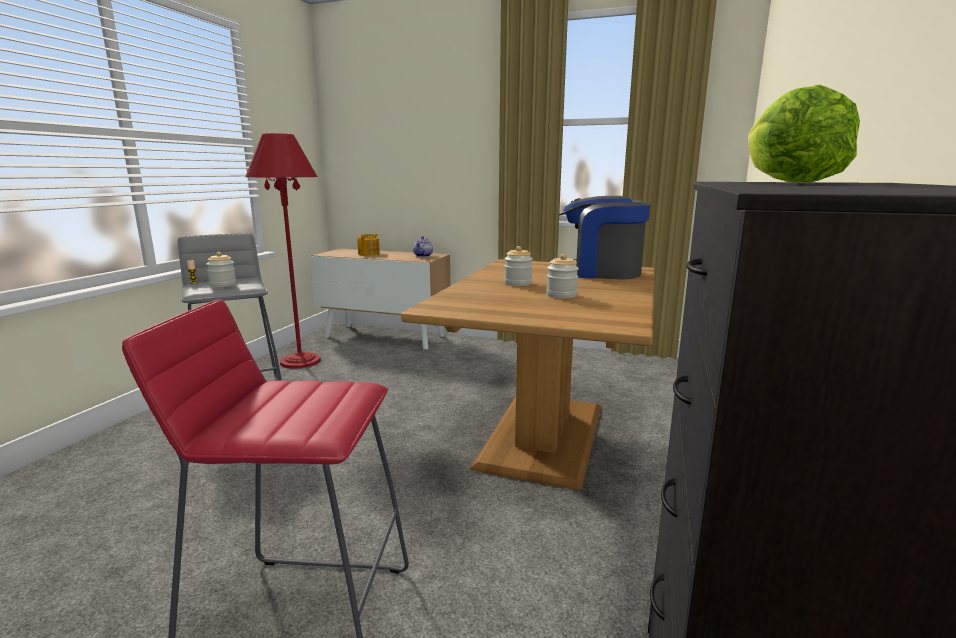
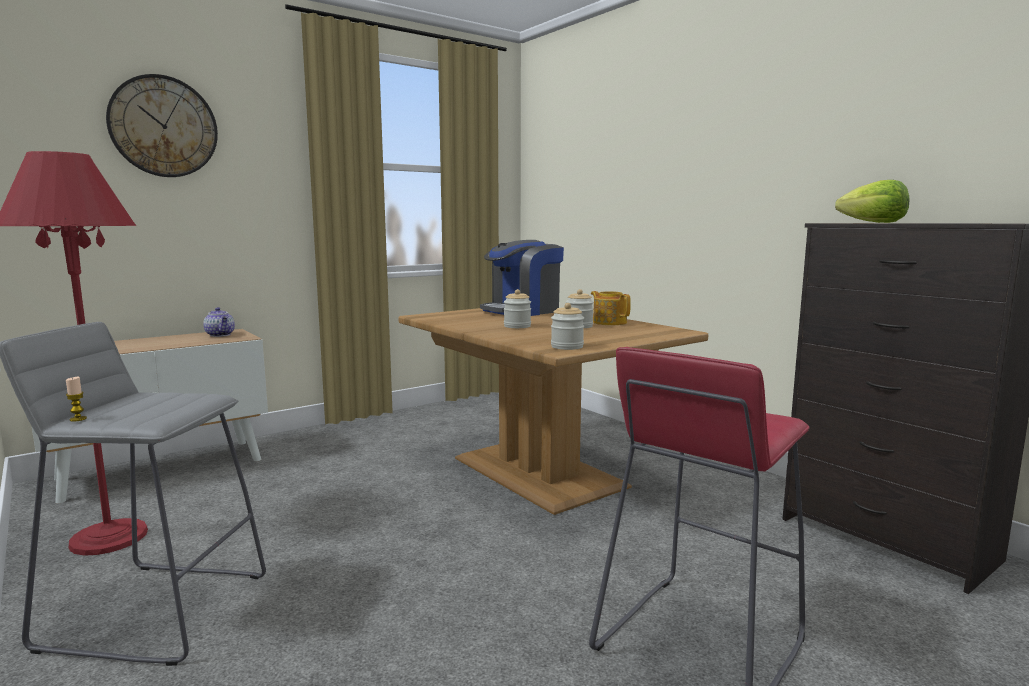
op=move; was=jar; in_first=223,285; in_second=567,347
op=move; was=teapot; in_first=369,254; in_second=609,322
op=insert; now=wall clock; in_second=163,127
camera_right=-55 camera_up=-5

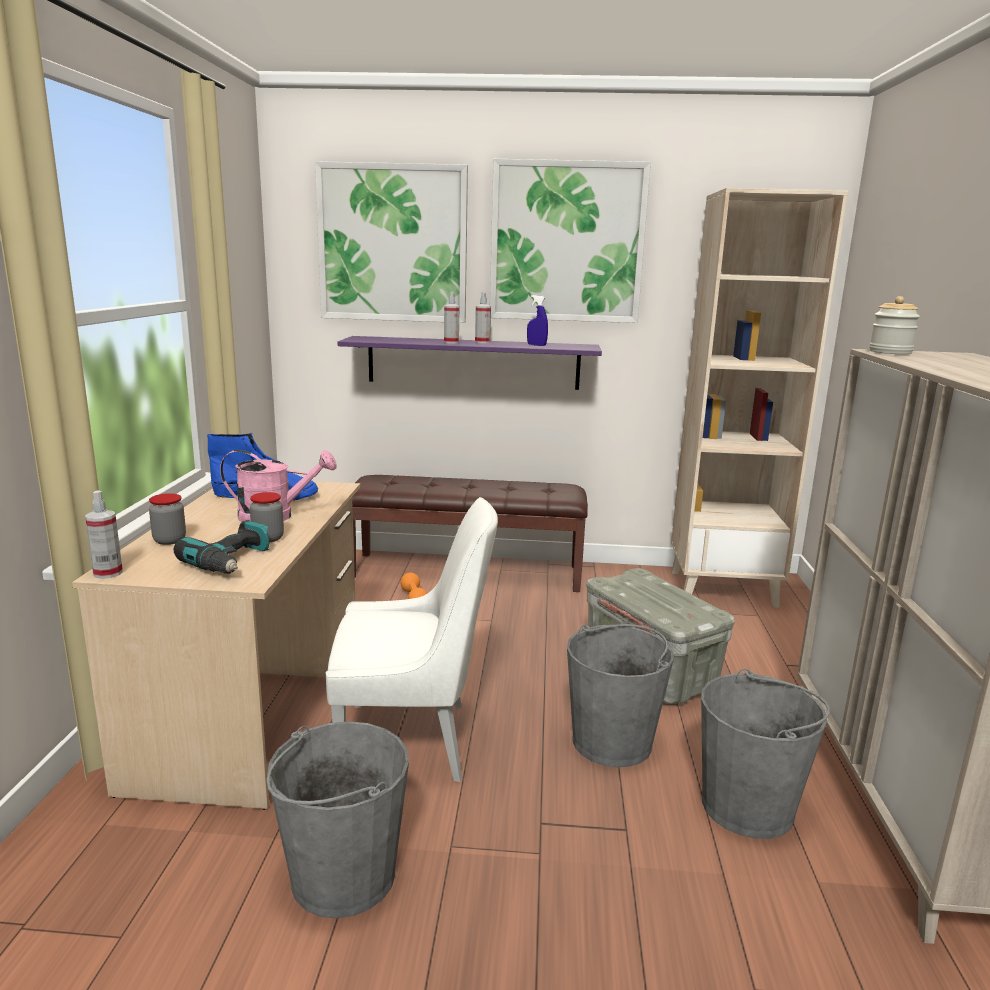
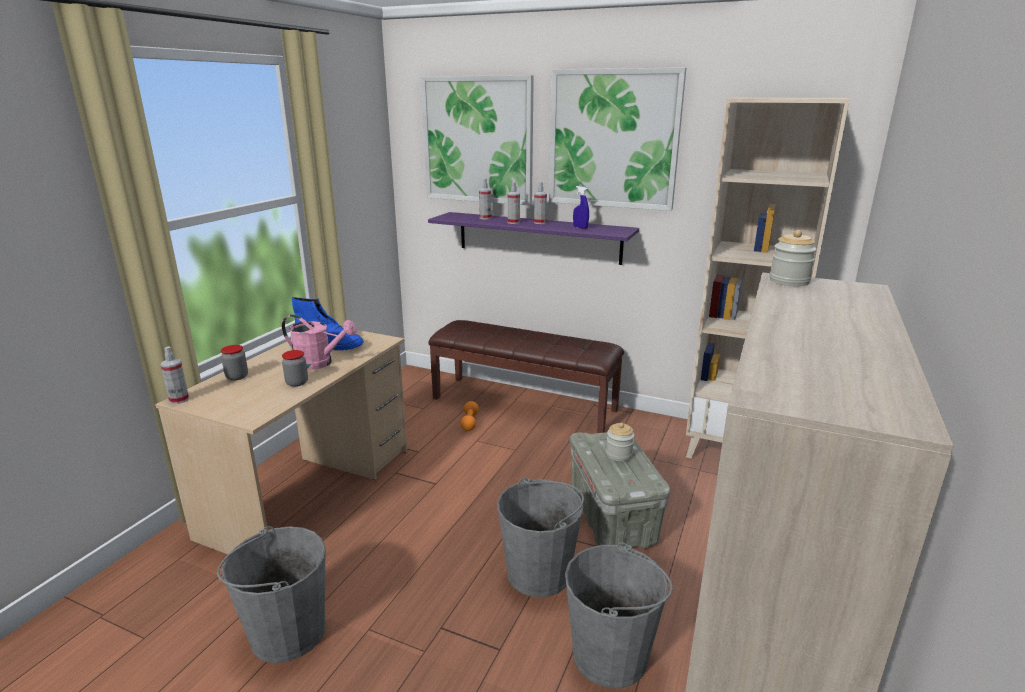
op=delete; was=power drill; in_first=232,562
op=delete; was=white chair; in_first=411,741
op=insert; now=spray bottle; in_second=485,218
op=insert; now=jar; in_second=619,454
camera_right=20 camera_up=5

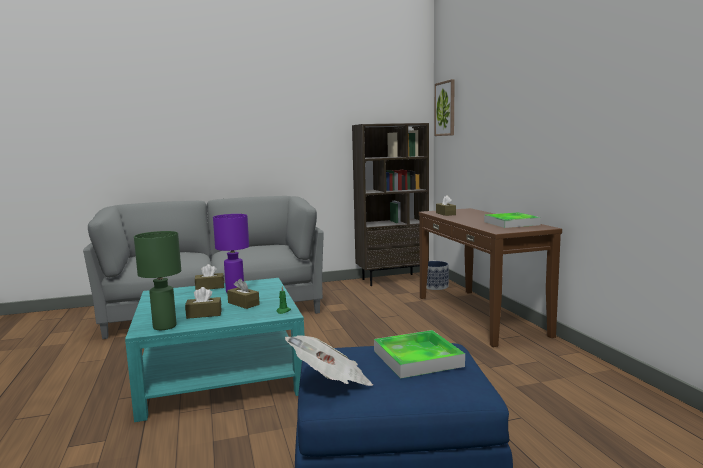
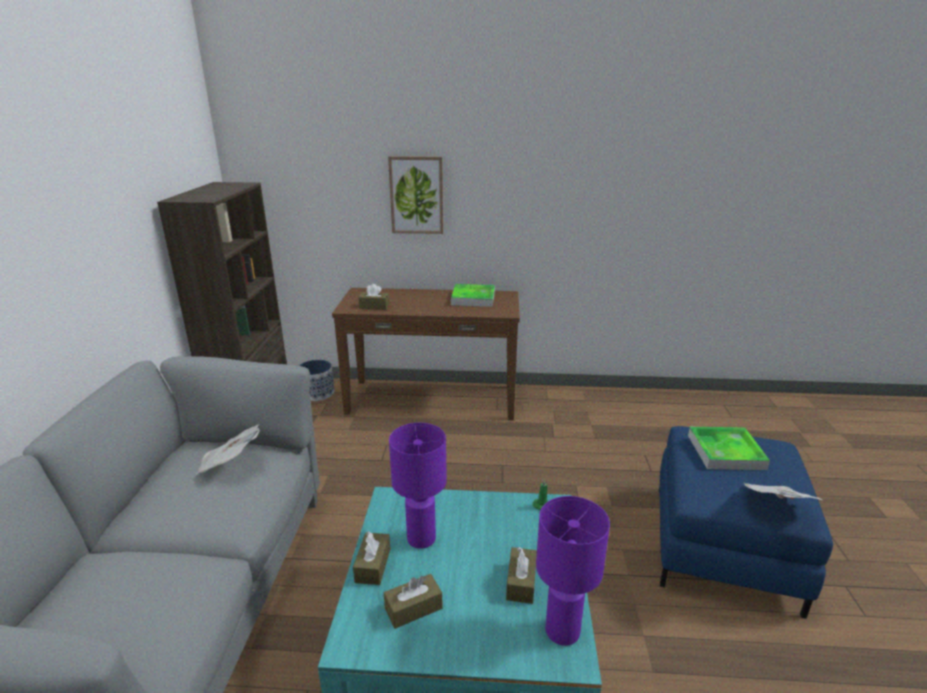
op=recolor; was=green table lamp; now=purple table lamp; in_first=164,326; in_second=561,631
op=move; was=brown tissue box; in_first=243,304; in_second=413,608
op=move; was=picture; in_first=445,108; in_second=416,195
op=insert; now=newspaper; in_second=230,464
camera_right=-70 camera_up=15

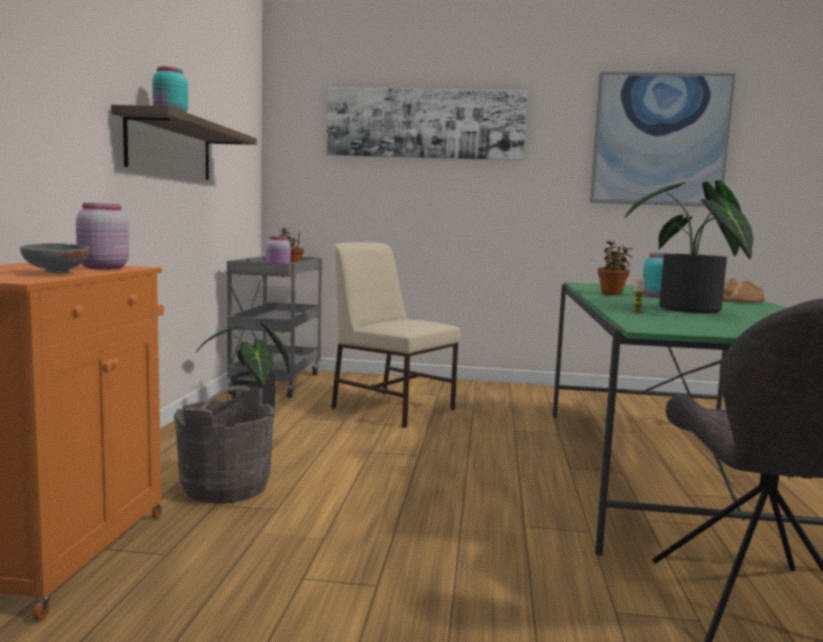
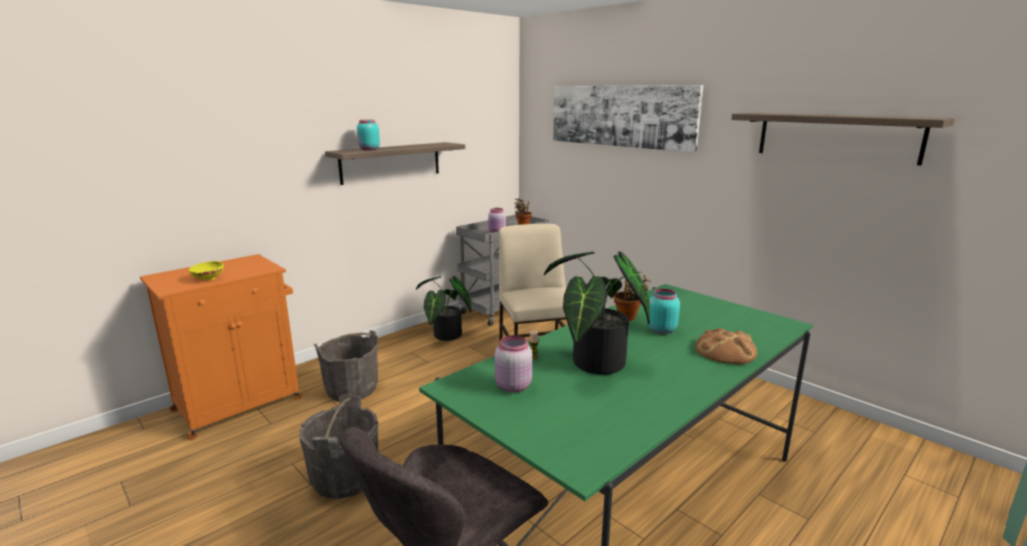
op=recolor; was=grey bowl; now=yellow bowl; in_first=55,273; in_second=207,279
op=move; was=pink jar; in_first=102,268; in_second=512,386
op=replace; was=picture; now=shelf; in_first=659,140; in_second=836,137
op=insert; now=grey bucket; in_second=345,477
camera_right=40 camera_up=10

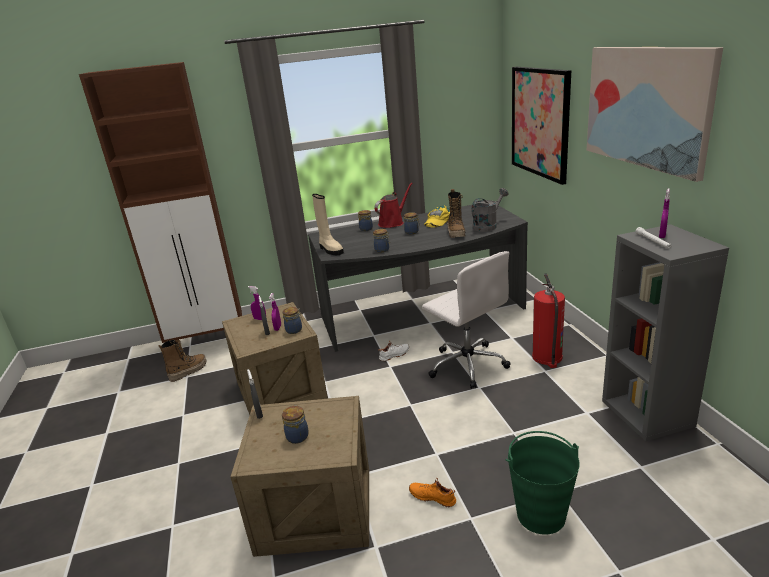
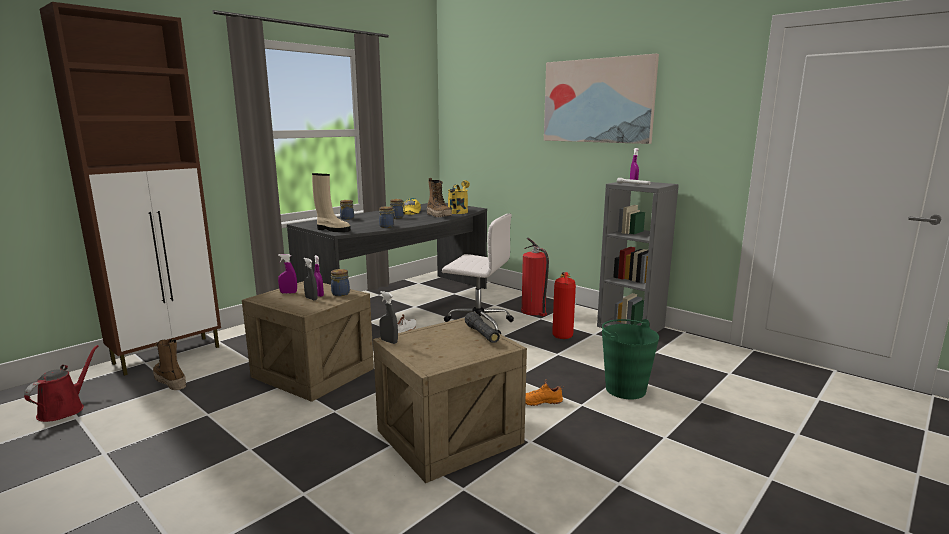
op=rotate; was=boot; in_first=188,371; in_second=170,381; clockwise=-60
op=delete; was=jar; in_first=298,436
op=move; was=red watering can; in_first=392,222; in_second=64,409
op=recolor; was=grey watering can; now=yellow watering can; in_first=487,226; in_second=458,211
op=delete; was=picture; in_first=540,122
op=insert; now=black flashlight; in_second=482,334
op=insert; now=fire extinguisher; in_second=562,331
camera_right=-35 camera_up=-10

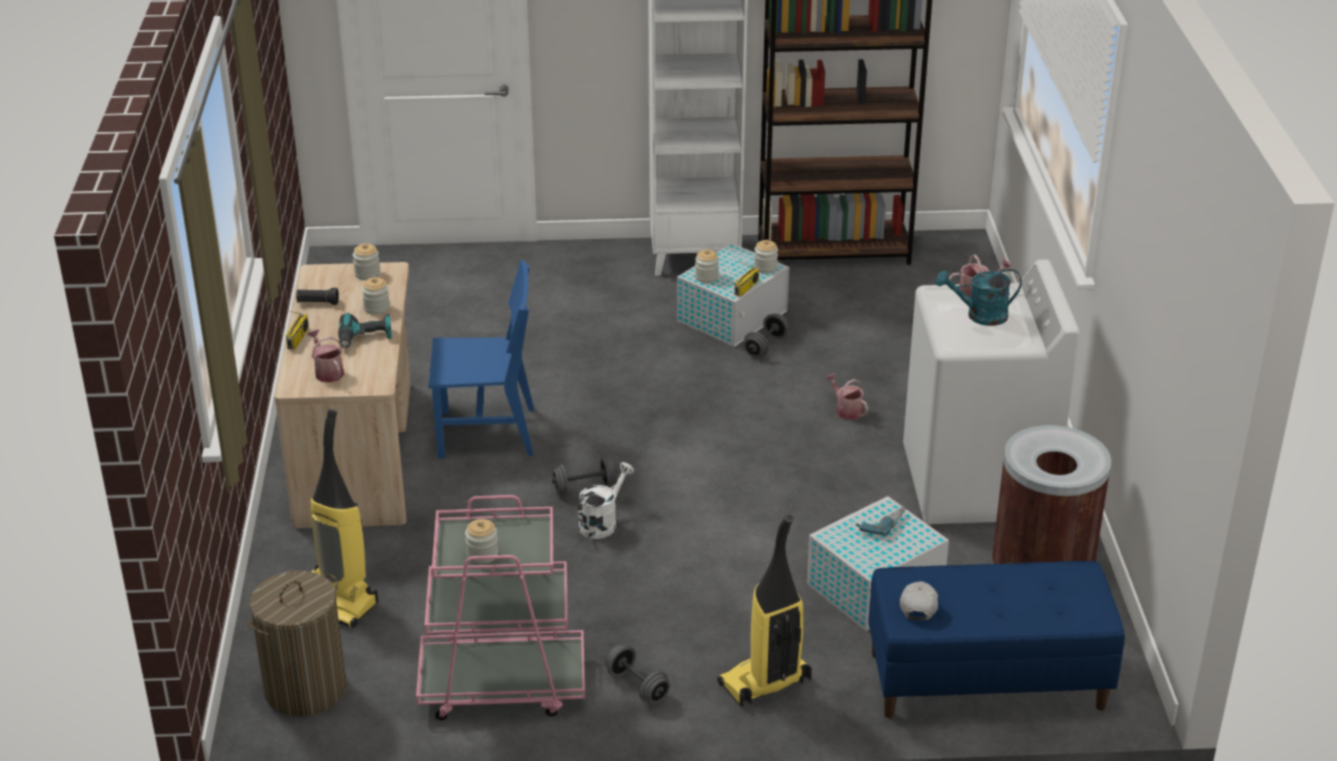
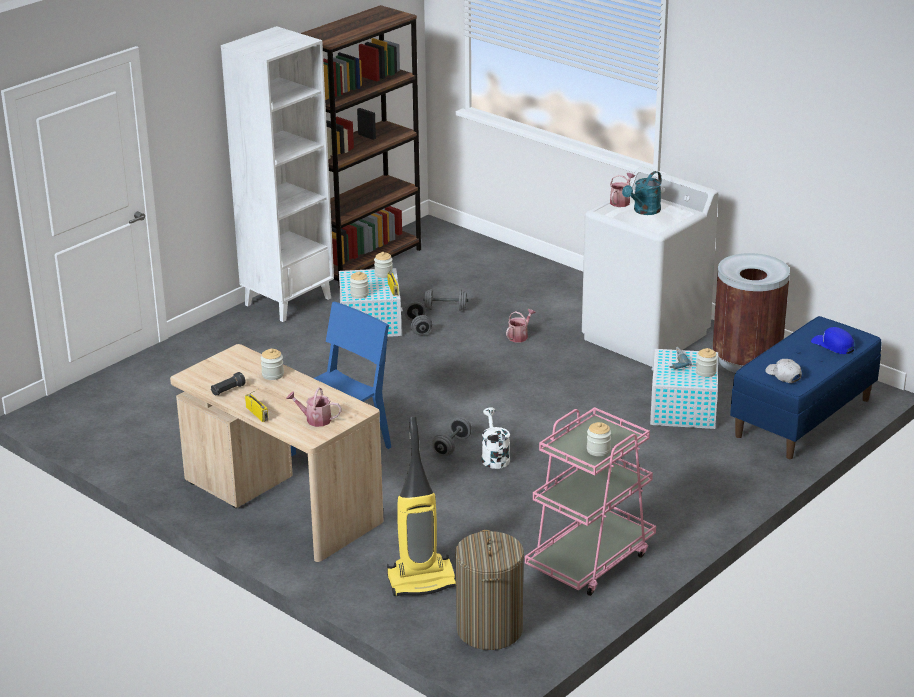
op=delete; was=power drill; in_first=365,338
op=move; was=jar; in_first=367,274; in_second=706,372
op=move; was=grey dumbbell; in_first=637,686; in_second=445,309
op=delete; was=vacuum cleaner; in_first=764,683
op=rotate; was=watering can; in_first=846,410; in_second=519,336; clockwise=120
op=insert; now=blue cap; in_second=833,345
camera_right=-45 camera_up=-5

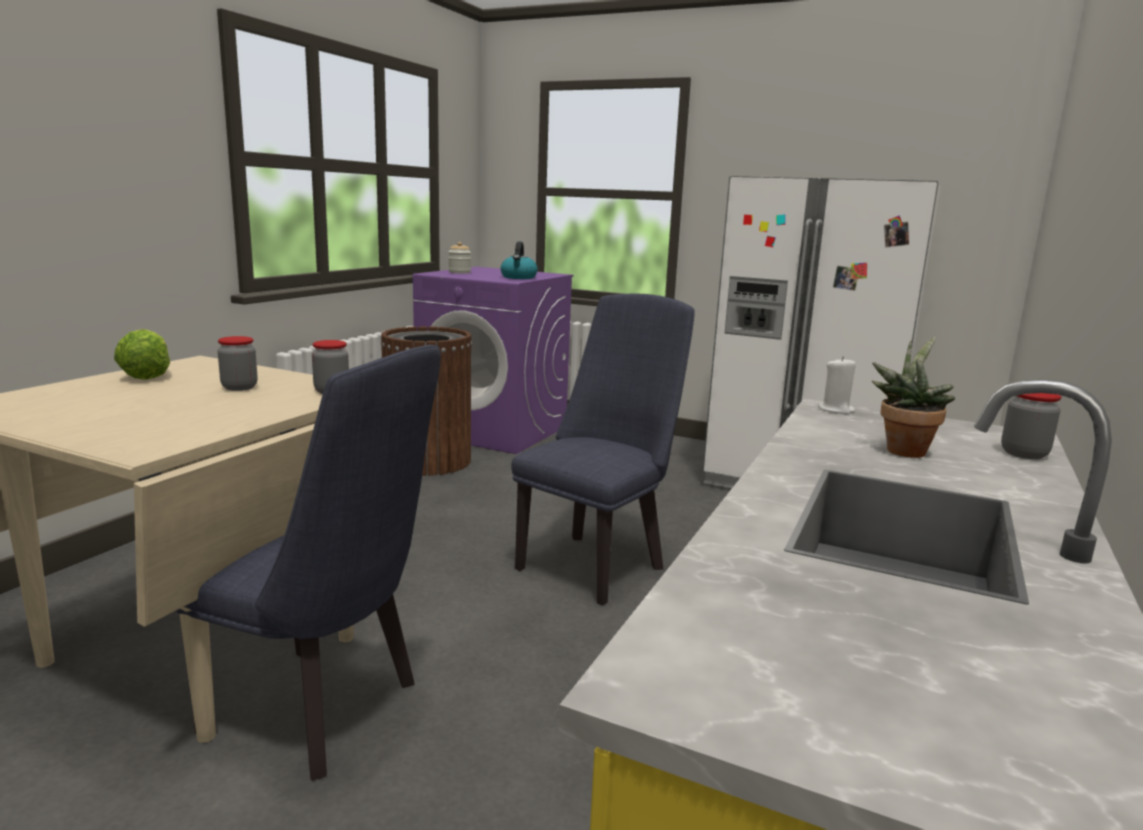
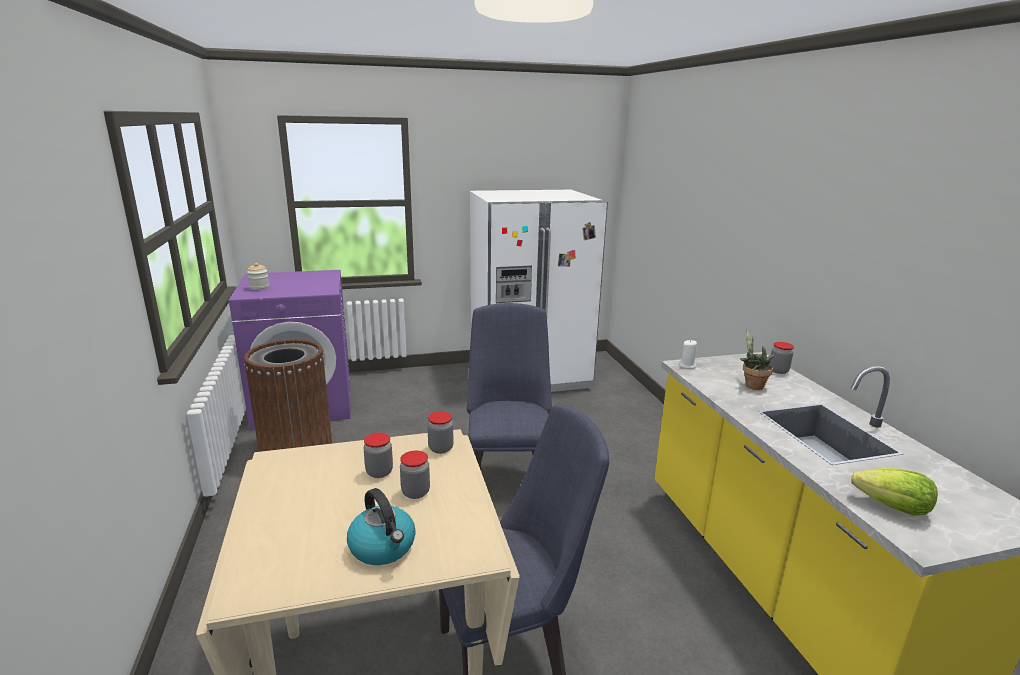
op=move; was=lettuce; in_first=146,376; in_second=892,508
op=move; was=kettle; in_first=519,277; in_second=383,547
op=insert; now=jar; in_second=415,492
camera_right=-40 camera_up=5

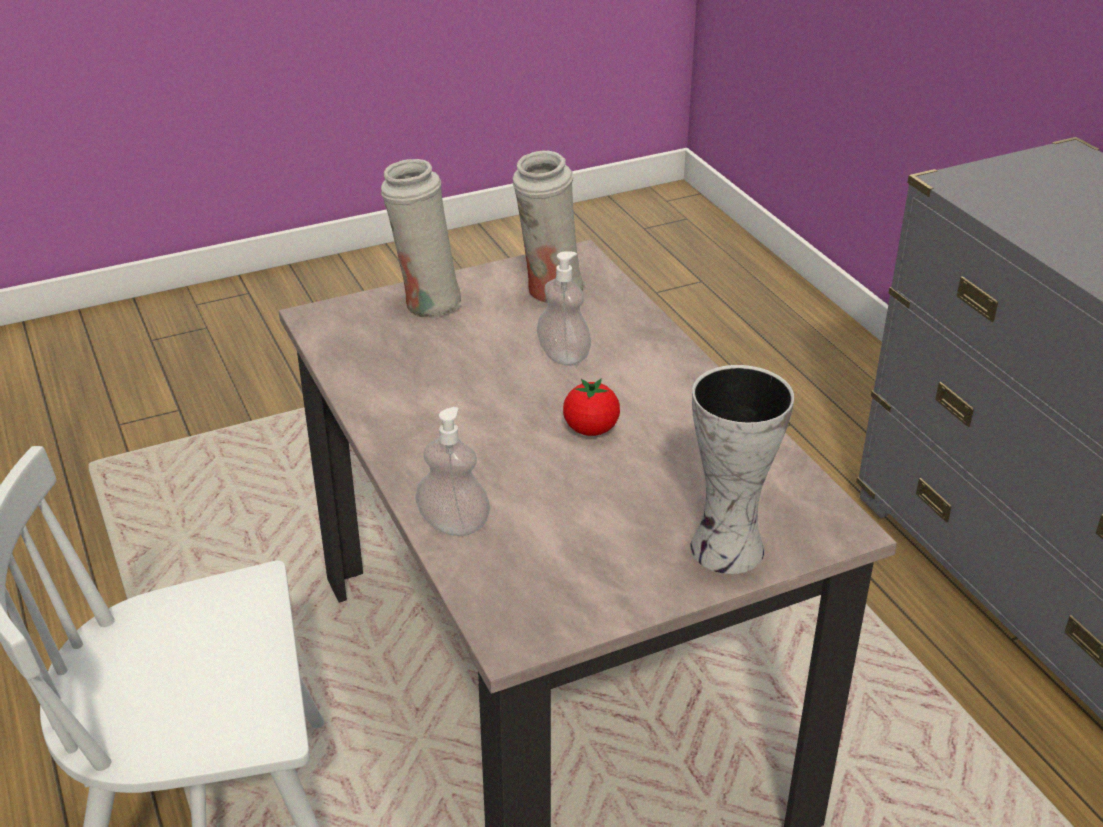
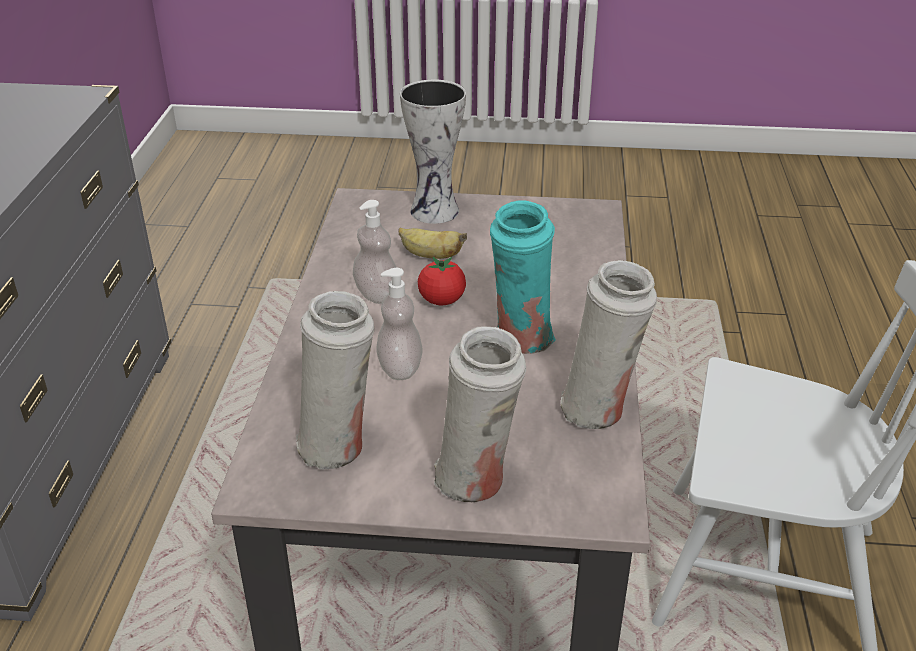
op=move; was=soap dispenser; in_first=453,524; in_second=377,294
op=insert; now=banana; in_second=430,256
op=insert; now=turquoise vase; in_second=521,341
op=insert; now=white vase; in_second=599,410
camera_right=-150 camera_up=0

